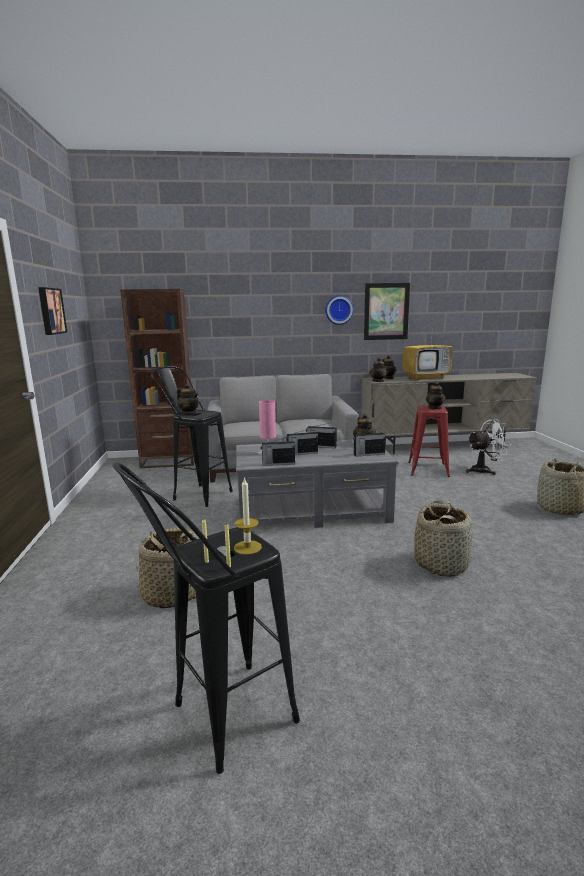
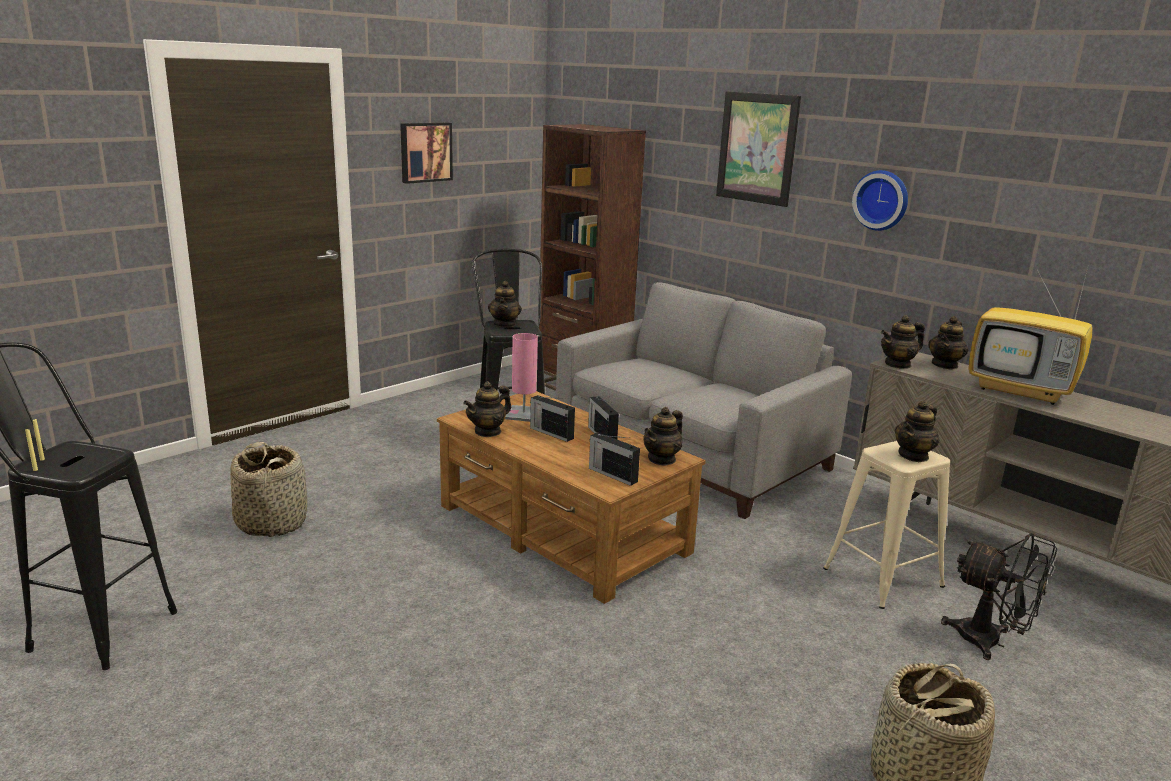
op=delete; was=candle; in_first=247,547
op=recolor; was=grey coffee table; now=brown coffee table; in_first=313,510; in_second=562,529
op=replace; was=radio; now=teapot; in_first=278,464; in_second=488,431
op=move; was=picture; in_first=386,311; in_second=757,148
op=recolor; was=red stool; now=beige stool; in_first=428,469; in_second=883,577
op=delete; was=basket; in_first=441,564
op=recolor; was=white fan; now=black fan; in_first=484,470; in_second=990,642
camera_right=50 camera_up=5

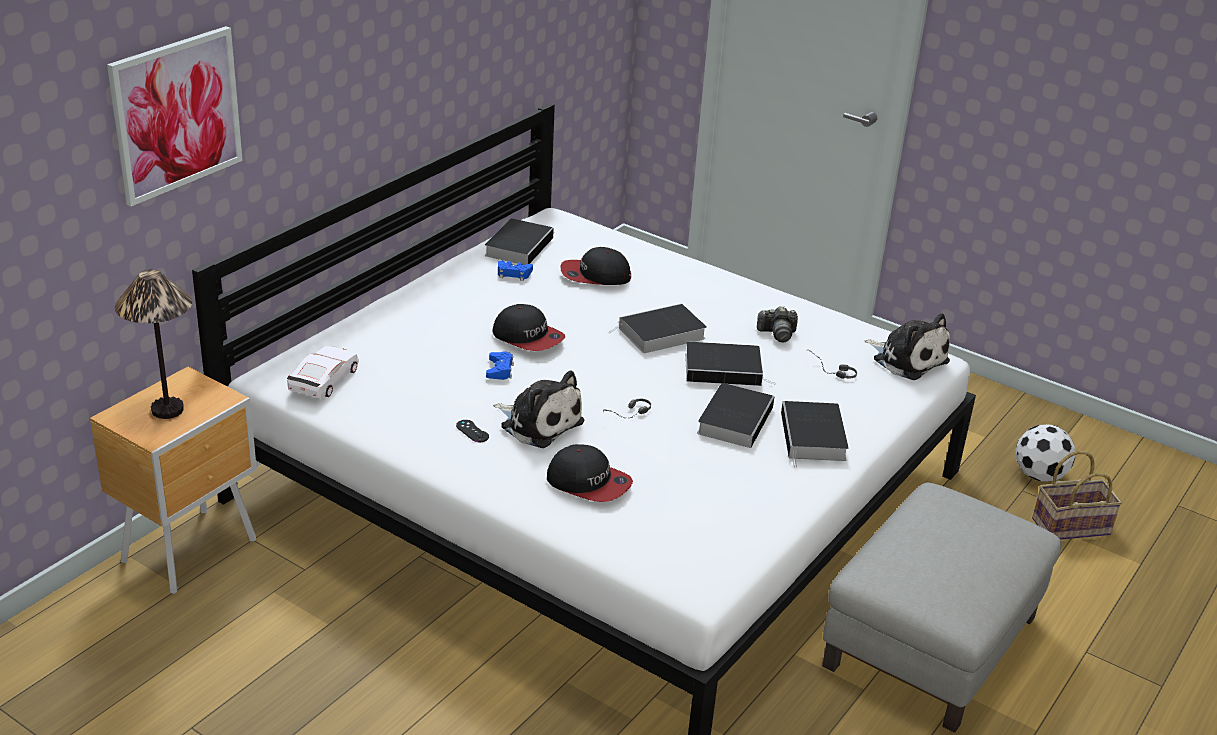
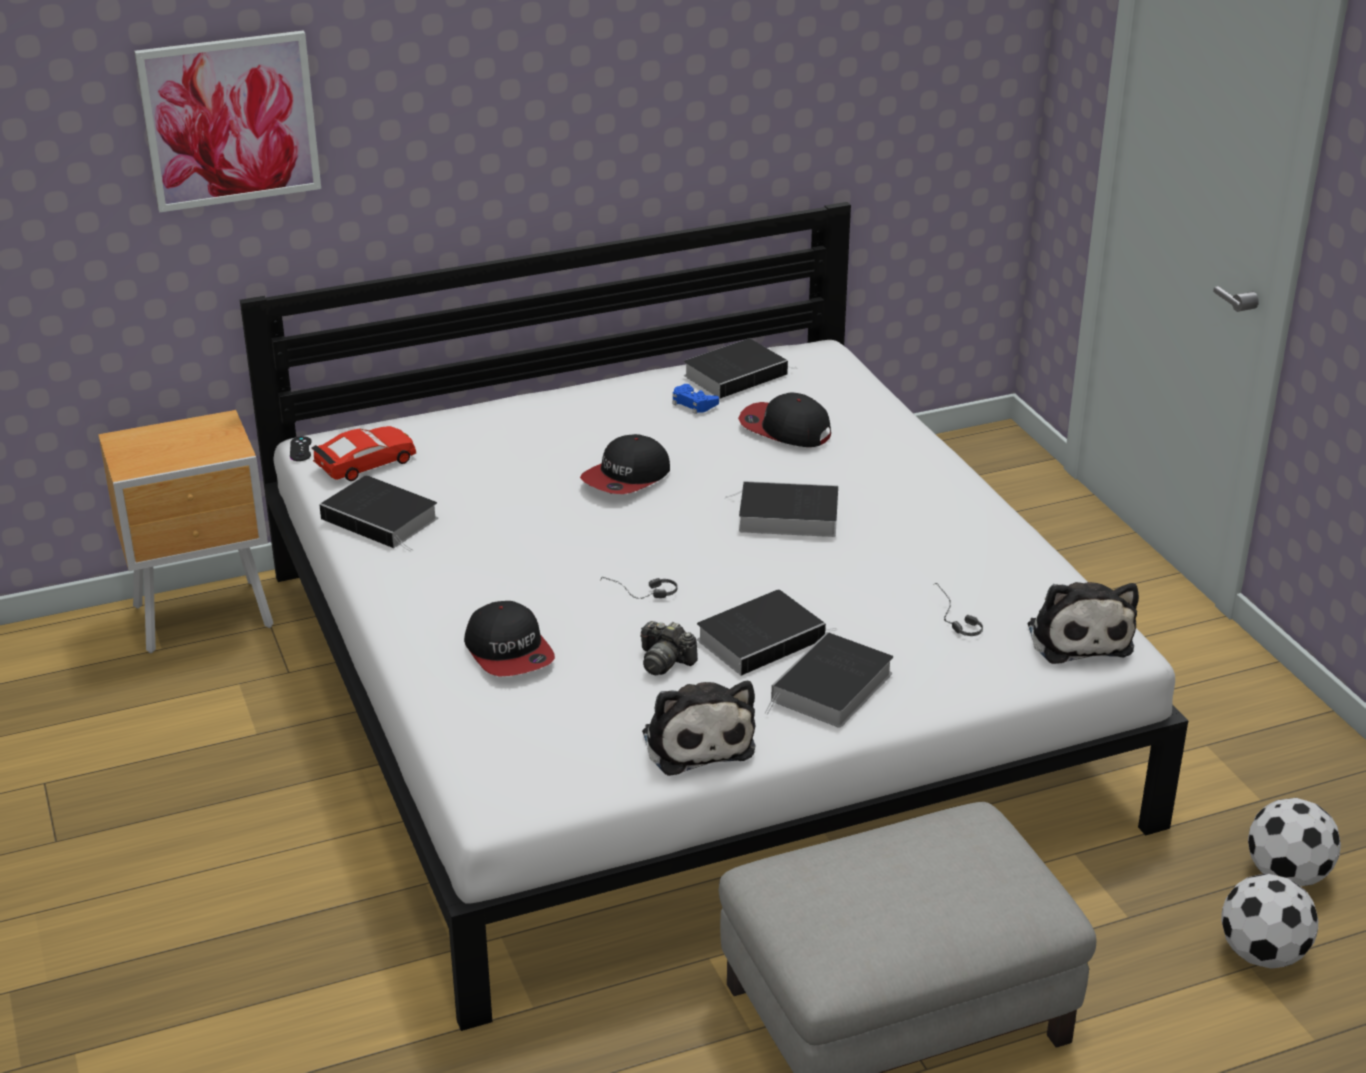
op=delete; was=table lamp; in_first=167,410
op=recolor; was=white toy car; now=red toy car; in_first=324,380; in_second=365,463
op=move; was=black game controller; in_first=472,431; in_second=300,449
op=delete; was=blue game controller; in_first=500,370
op=rotate; was=cap; in_first=528,337; in_second=626,477; clockwise=60
op=move; was=plush toy; in_first=539,423; in_second=696,740
op=move; was=book; in_first=725,369; in_second=383,519
op=move; was=photo camera; in_first=777,334; in_second=665,661
op=replace; was=basket; now=football; in_first=1072,525; in_second=1263,954
camera_right=35 camera_up=0

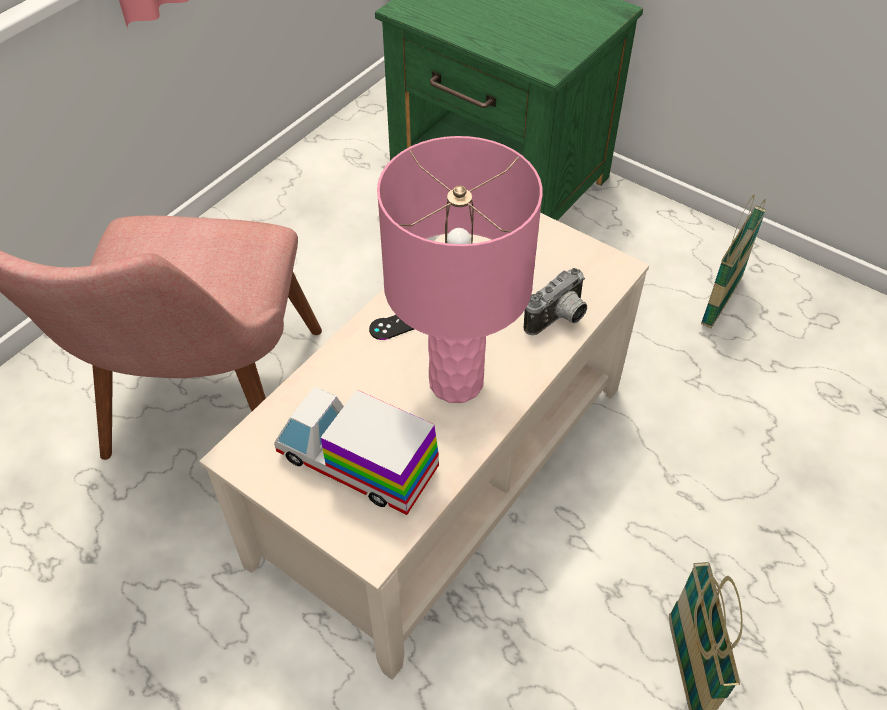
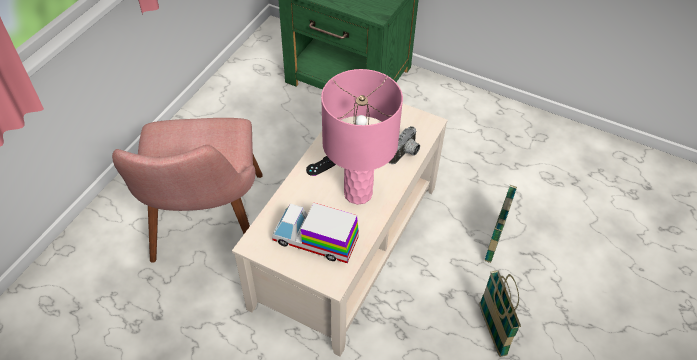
op=move; was=basket; in_first=721,302; in_second=494,242
camera_right=-10 camera_up=0

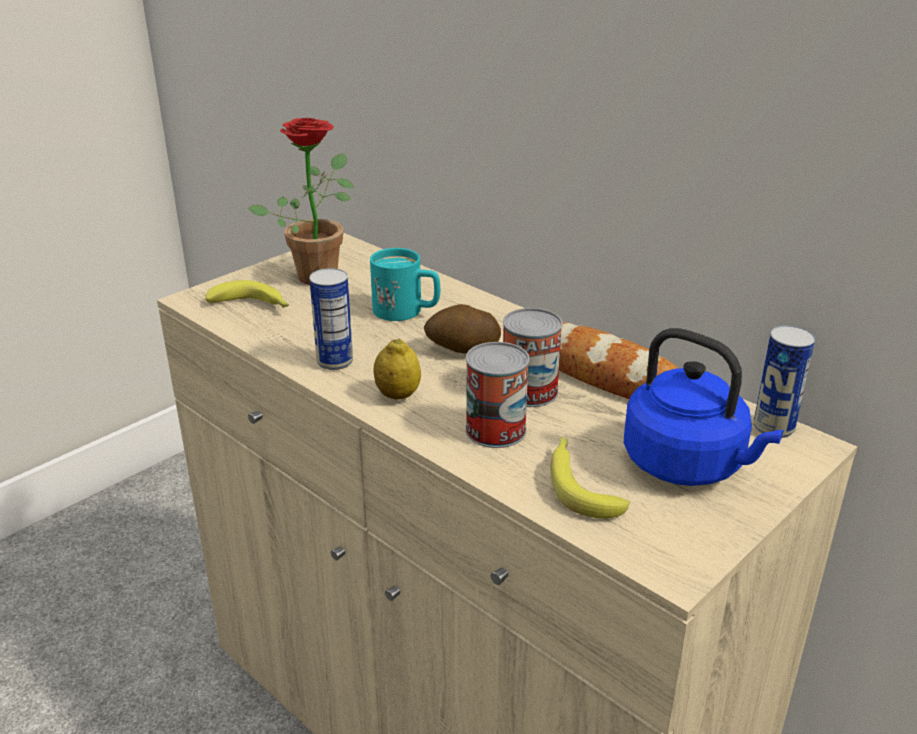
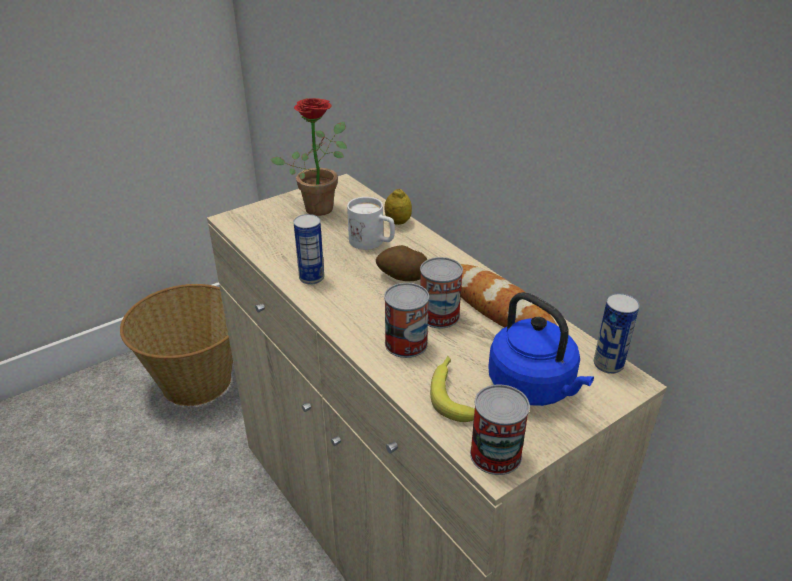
op=delete; was=banana; in_first=252,306
op=recolor; was=turquoise mug; now=white mug; in_first=407,312; in_second=372,243
op=move; was=lemon; in_first=398,395; in_second=398,222
op=insert; now=basket; in_second=196,380
op=insert; now=can; in_second=495,454
camera_right=10 camera_up=5

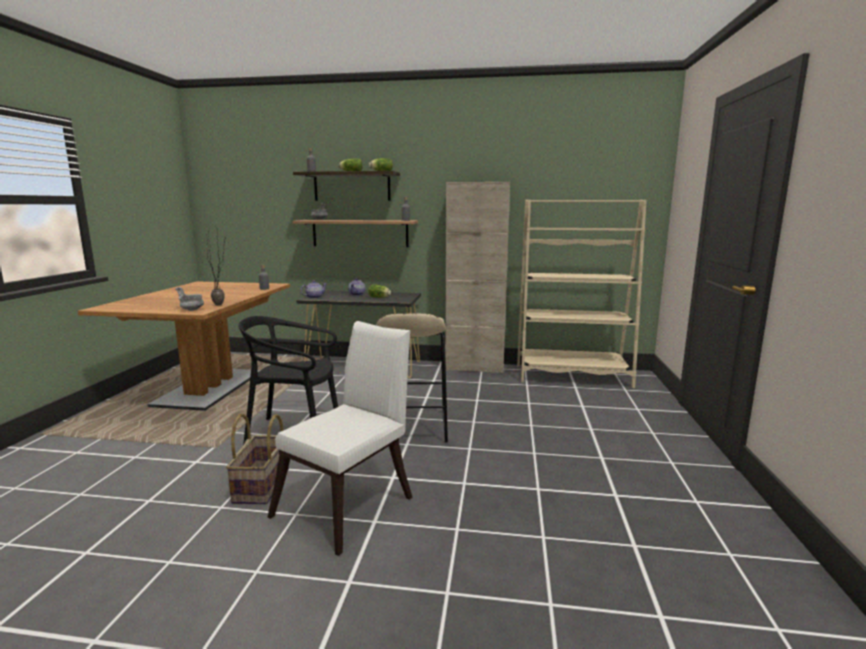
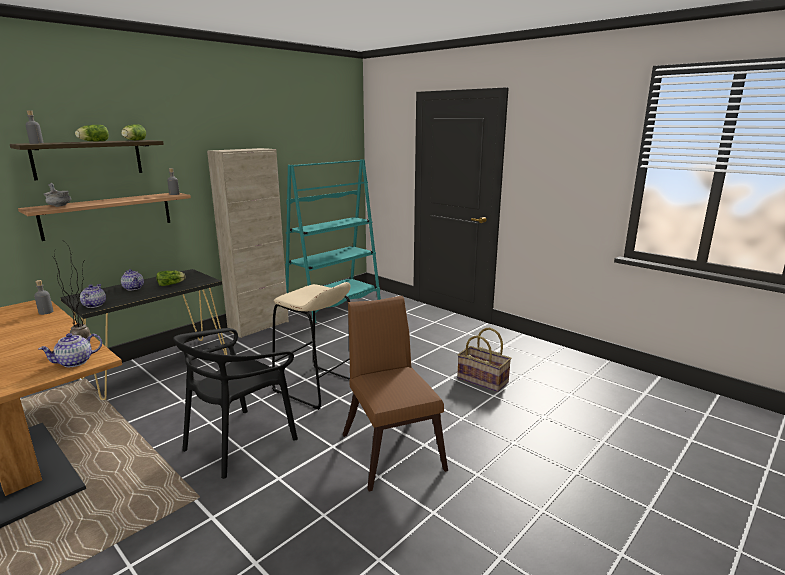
op=replace; was=grey bowl; now=teapot; in_first=191,310; in_second=75,362
op=move; was=basket; in_first=262,485; in_second=483,380
op=recolor; was=white chair; now=brown chair; in_first=350,503; in_second=391,447
op=recolor; was=beige bookcase; now=turquoise bookcase; in_first=572,376; in_second=334,306
camera_right=-55 camera_up=5

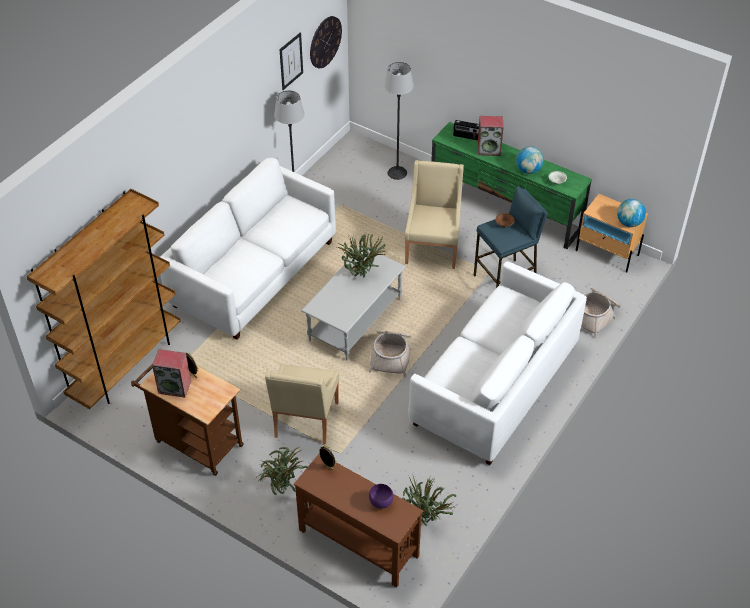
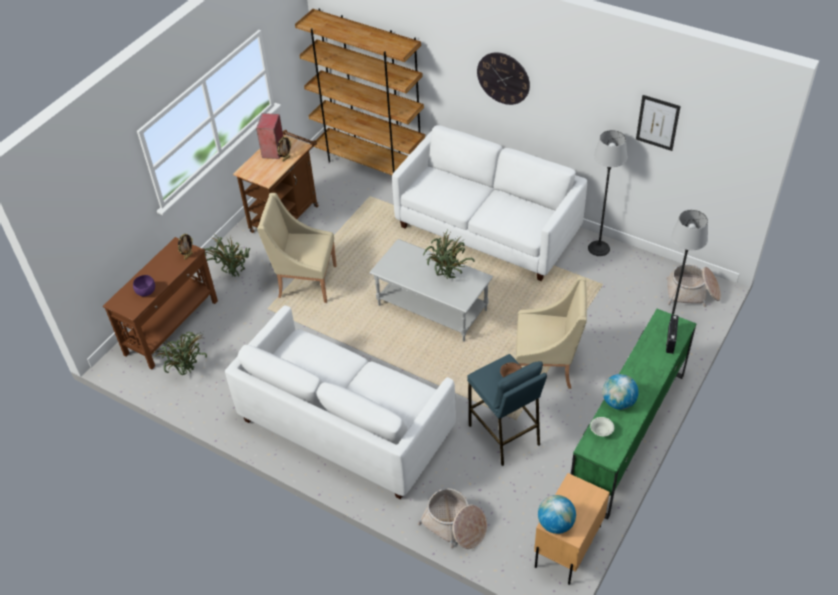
op=move; was=wall clock; in_first=325,42; in_second=503,78
op=move; was=basket; in_first=391,355; in_second=692,293
op=delete; was=speaker; in_first=489,149
camera_right=90 camera_up=0

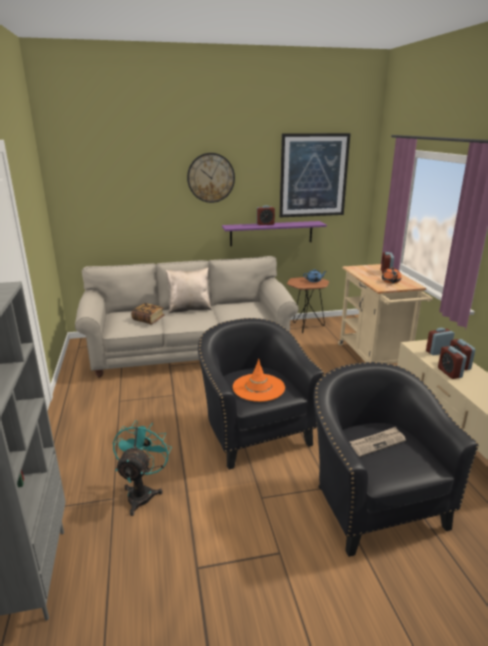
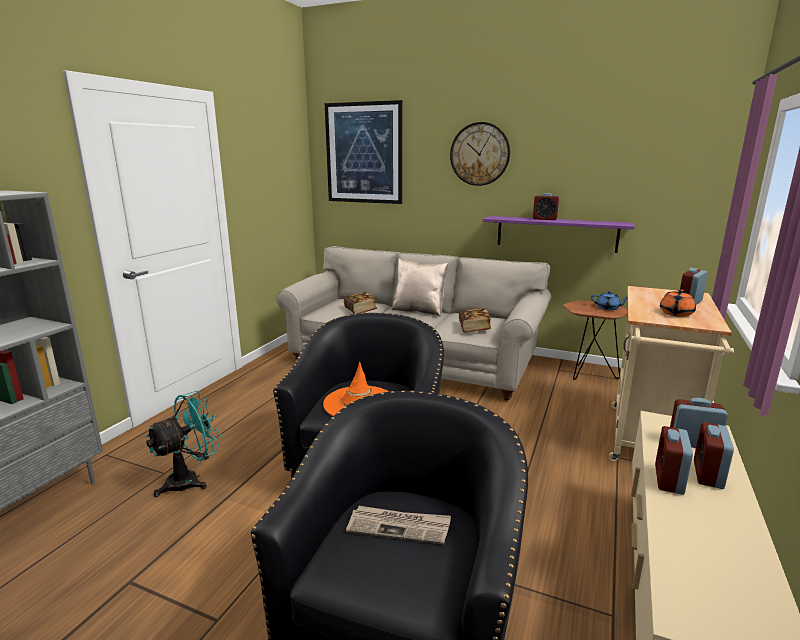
op=move; was=picture; in_first=313,175; in_second=364,153
op=insert; now=book; in_second=474,328
camera_right=35 camera_up=-5

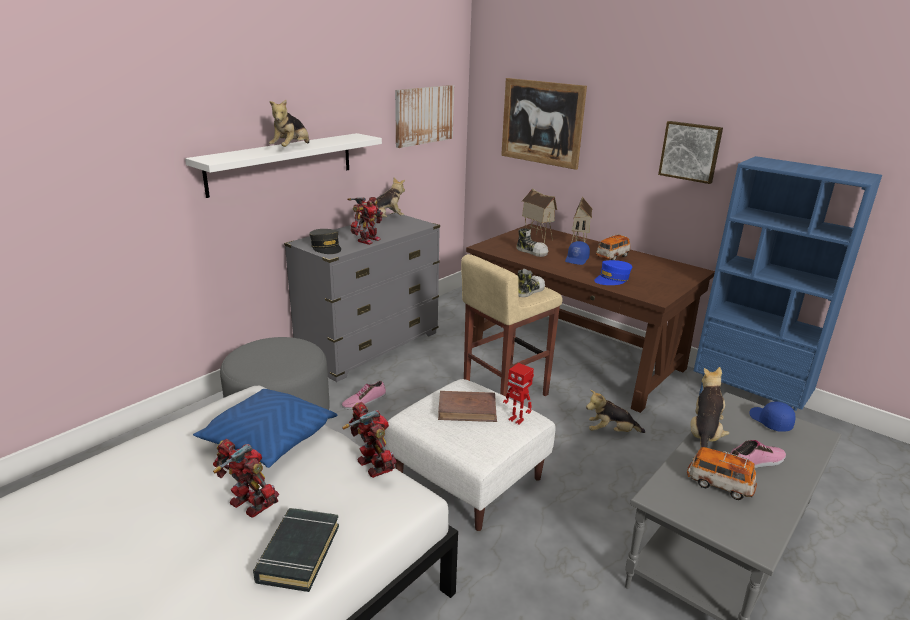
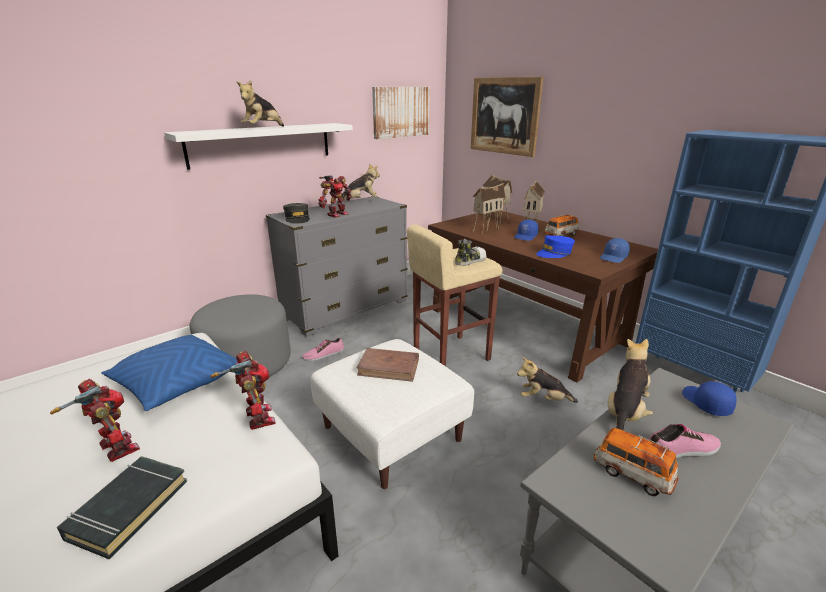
op=delete; was=toy robot; in_first=516,419
op=replace; was=shoe; now=toy house; in_first=532,251; in_second=486,229
op=delete; was=picture; in_first=690,151
op=insert; now=blue cap; in_second=614,257
camera_right=10 camera_up=0

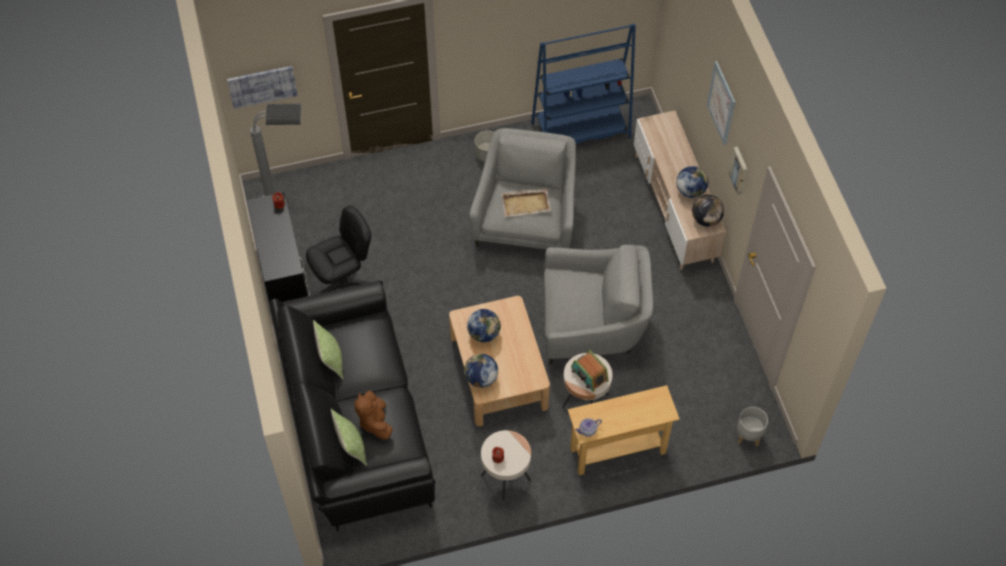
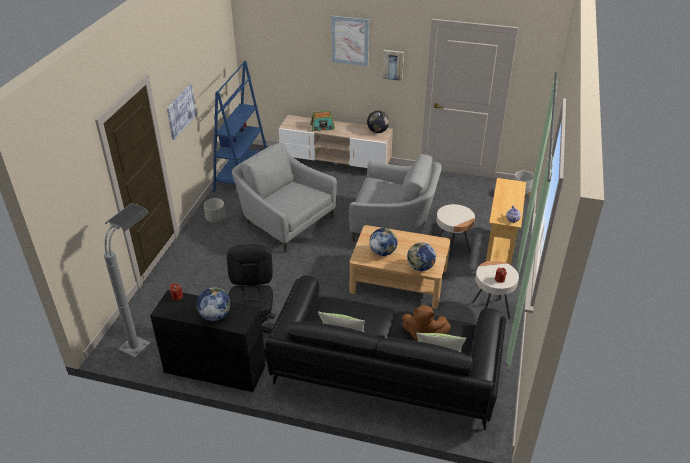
op=move; was=picture; in_first=262,86; in_second=180,111
op=delete; was=beige tray; in_first=526,203
op=rotate; was=grey armchair; in_first=592,324; in_second=393,225; clockwise=75
op=move; was=radio; in_first=589,375; in_second=322,127
op=move; was=globe; in_first=690,191; in_second=215,316
camera_right=-60 camera_up=-20

